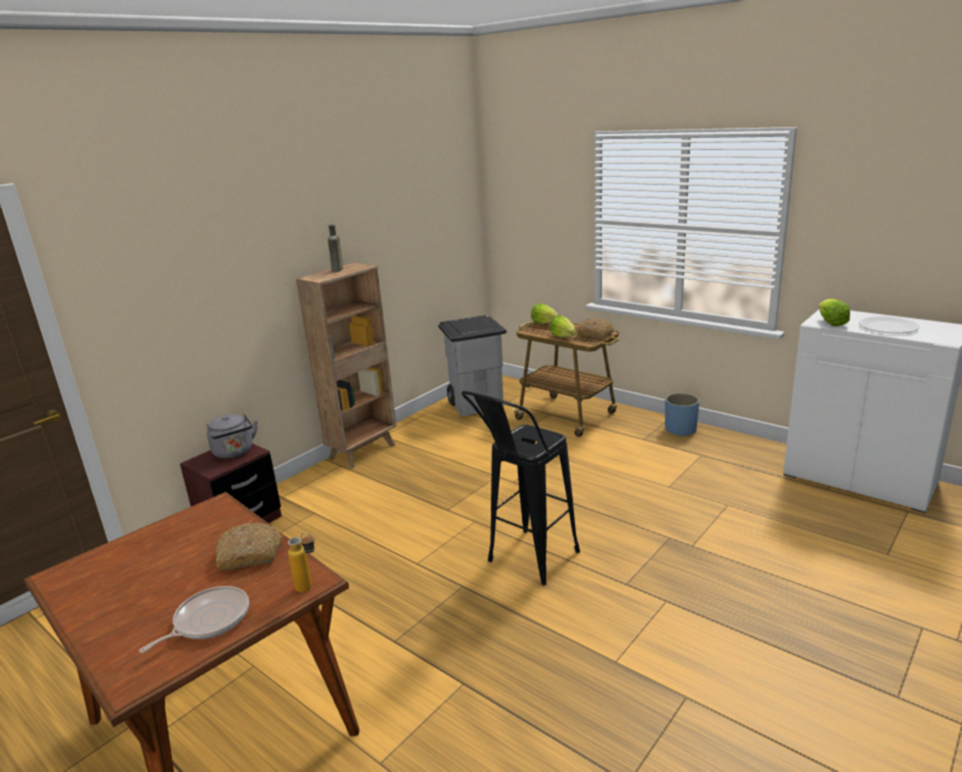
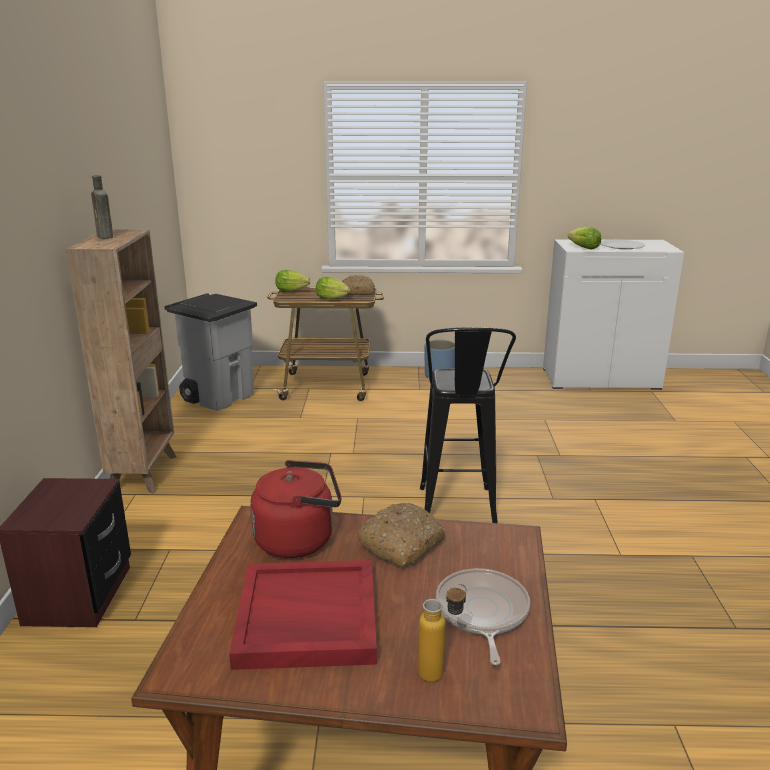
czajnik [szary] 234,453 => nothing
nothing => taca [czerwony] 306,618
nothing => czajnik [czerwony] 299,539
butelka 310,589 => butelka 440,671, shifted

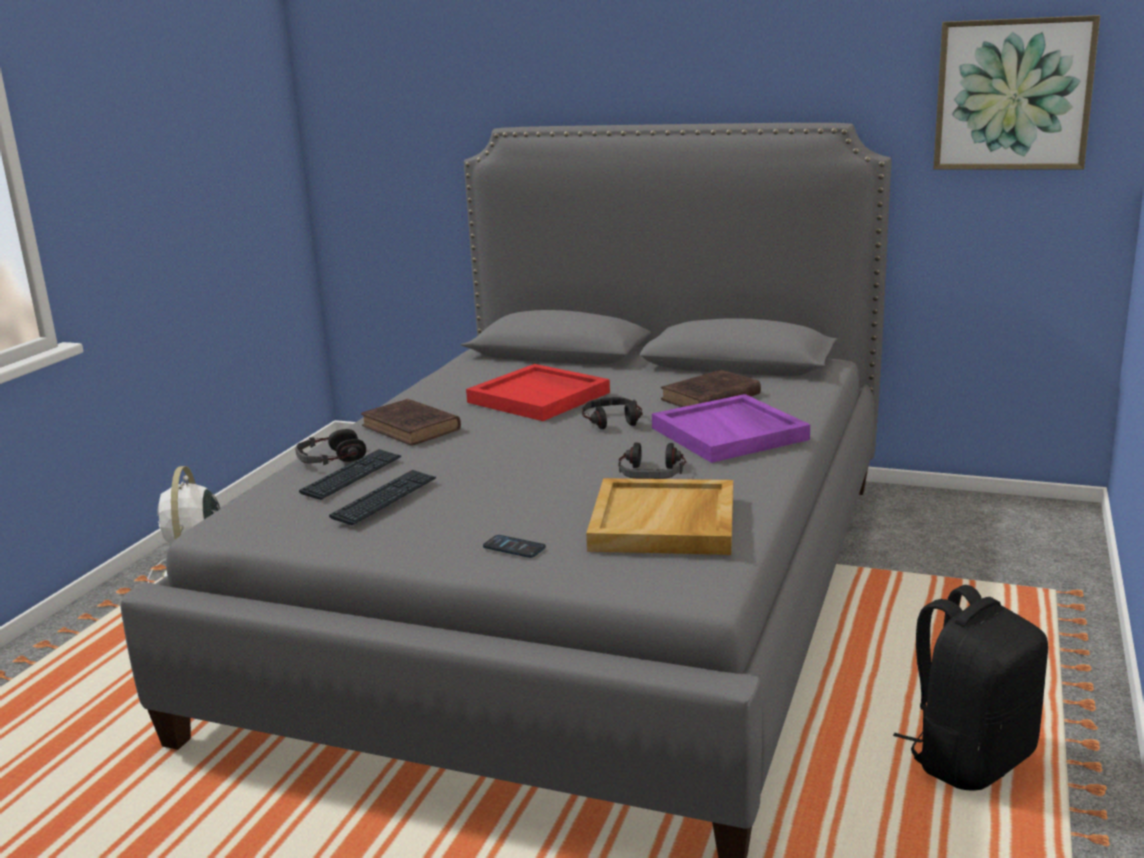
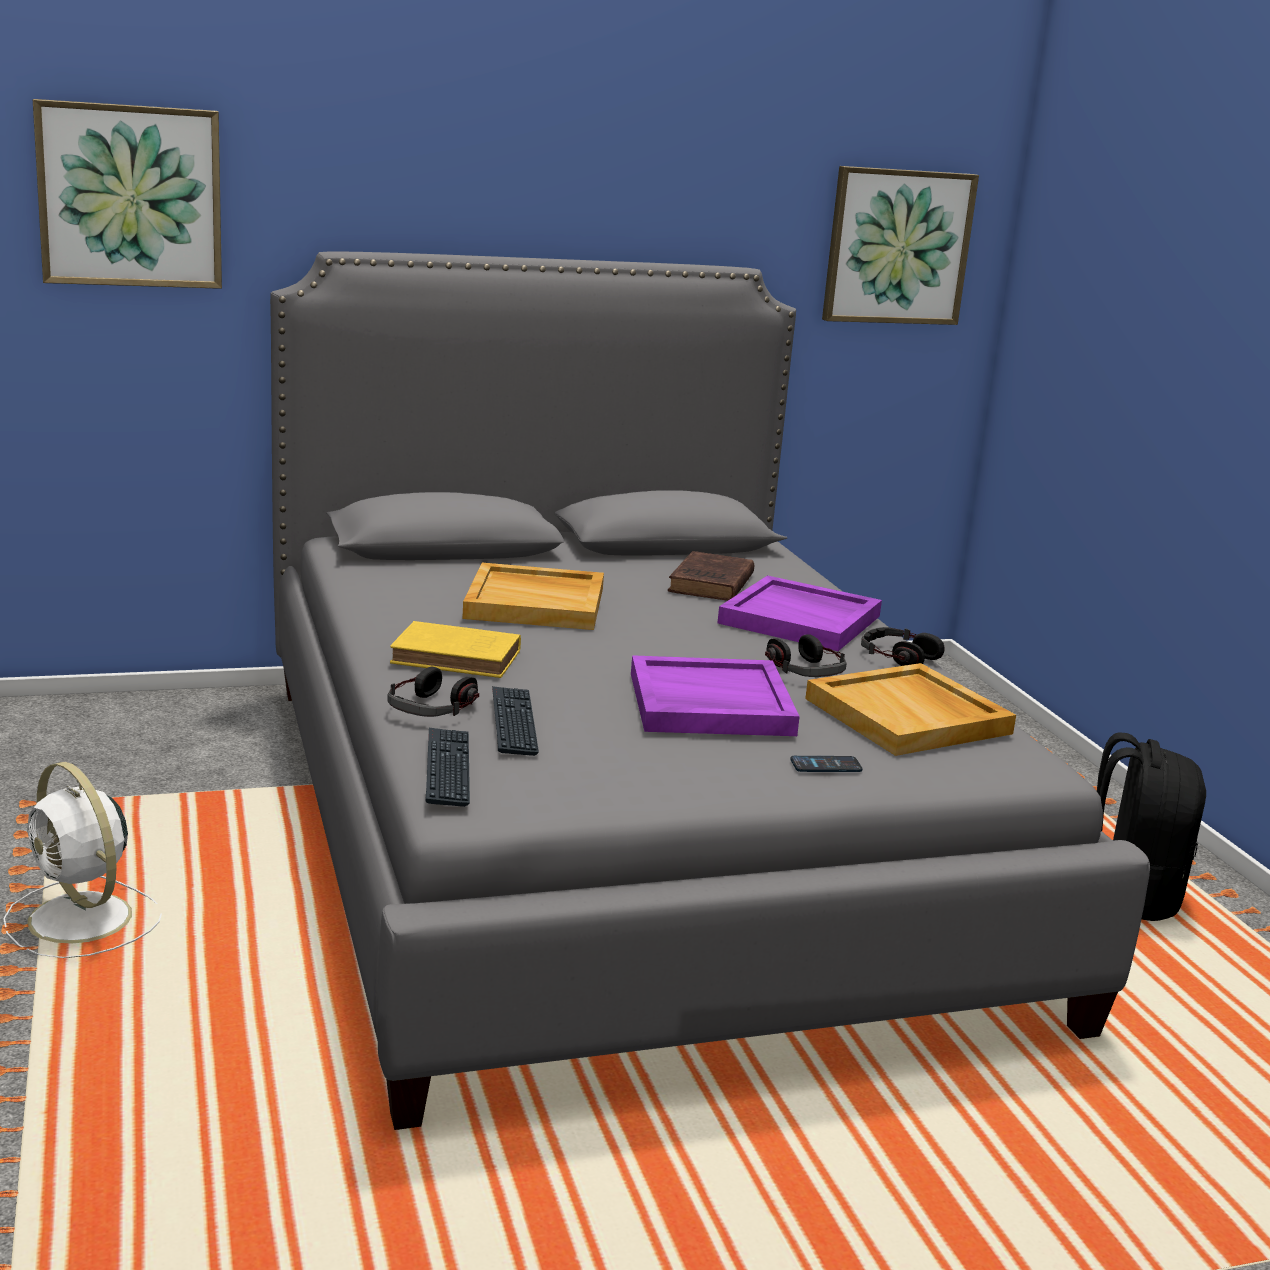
nothing => obraz 130,196
nothing => taca [fioletowy] 709,704
klawiatura 385,499 => klawiatura 447,768, shifted
słuchawki 611,420 => słuchawki 898,656, shifted
książka [brązowy] 412,428 => książka [żółty] 459,658
taca [czerwony] 540,397 => taca [beżowy] 536,603

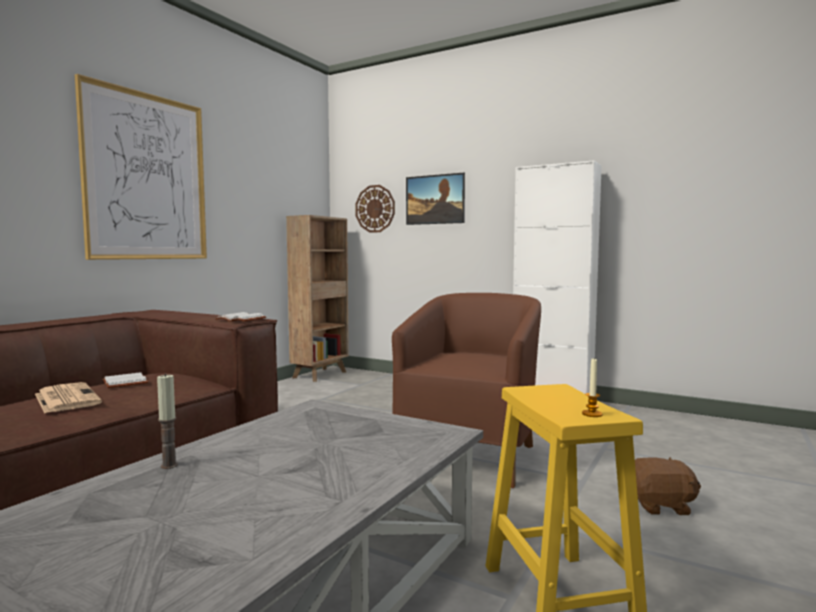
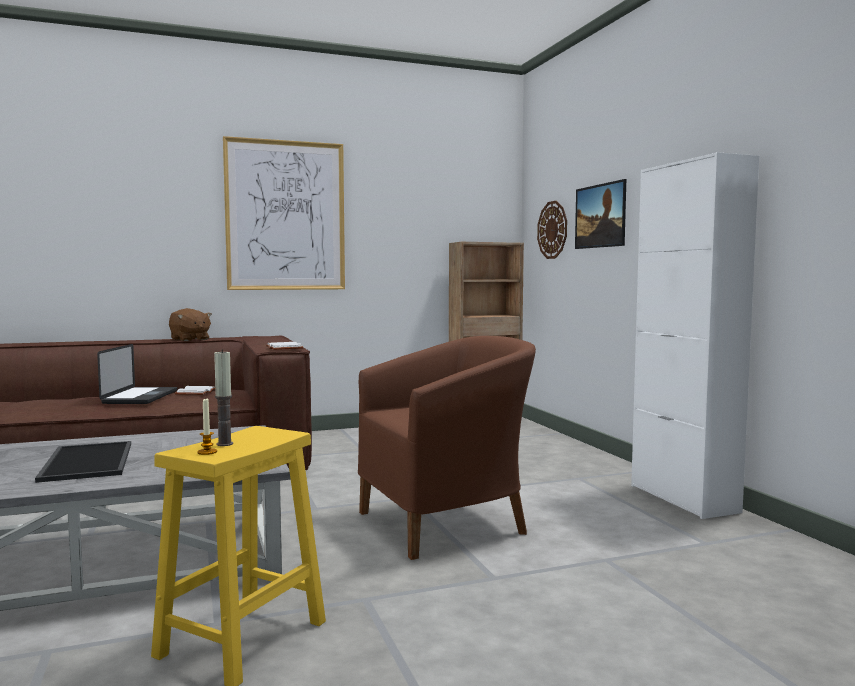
nothing => taca 86,461
świeca 169,465 => świeca 225,444, shifted
pluszak [brązowy] 660,506 => pluszak [brązowy] 189,339, shifted
gazeta 66,398 => laptop 140,397

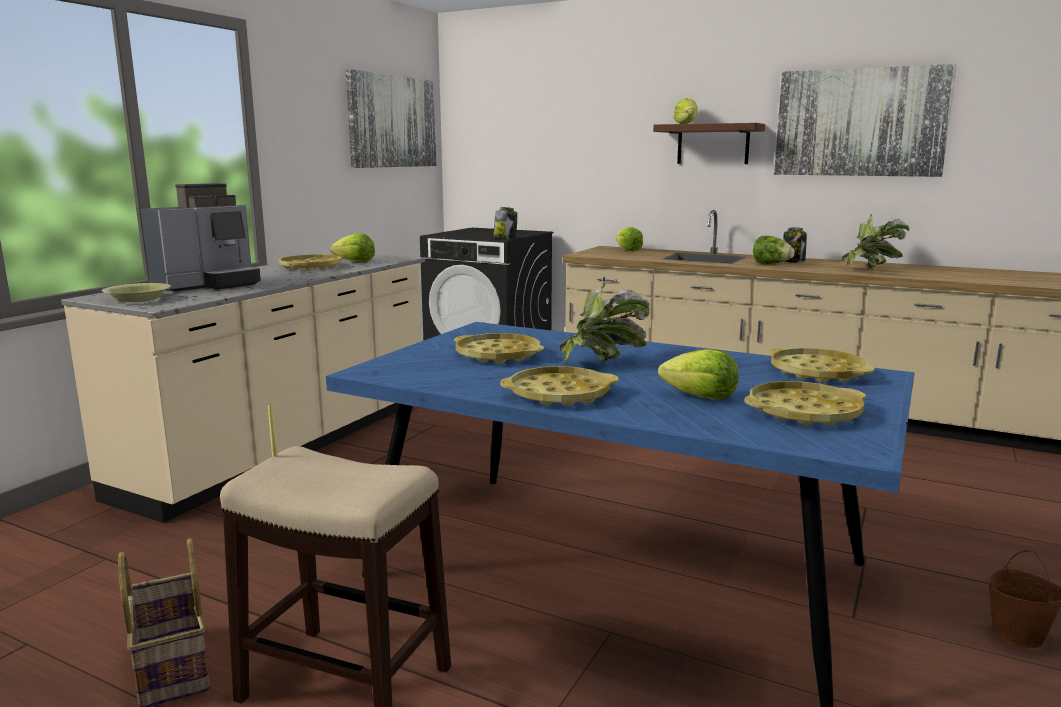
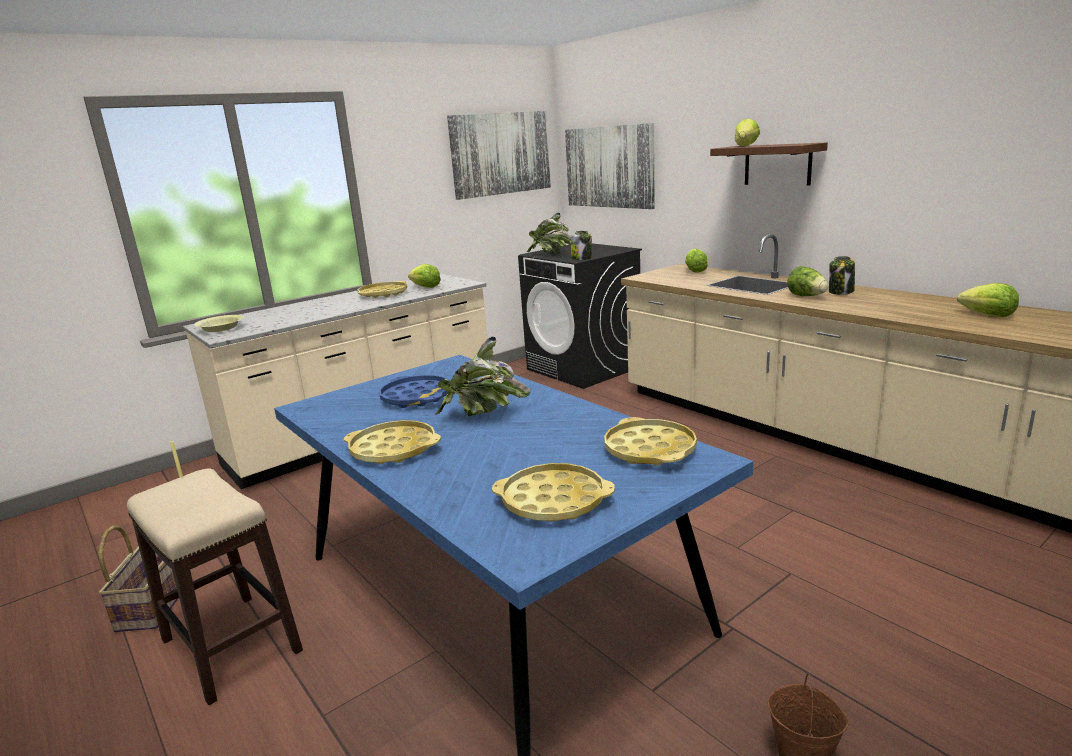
ekspres do kawy 208,285 => nothing
sałata 700,397 => sałata 988,315, shifted
obraz 860,122 => obraz 609,167, shifted
roślina doniczkowa 872,269 => roślina doniczkowa 551,254, shifted
taca [żółty] 498,355 => taca [niebieski] 416,397

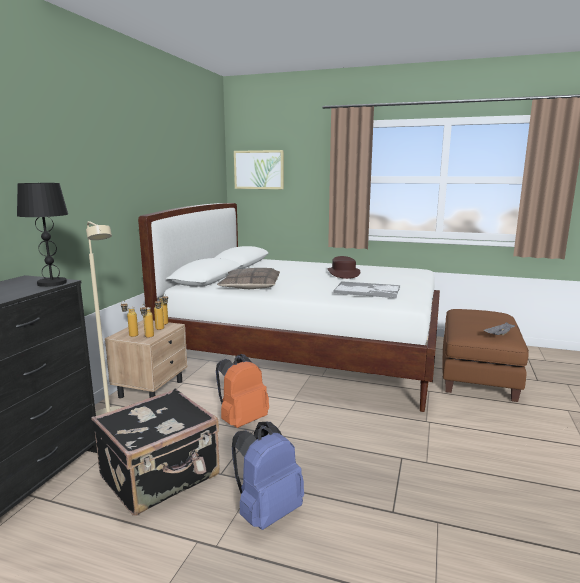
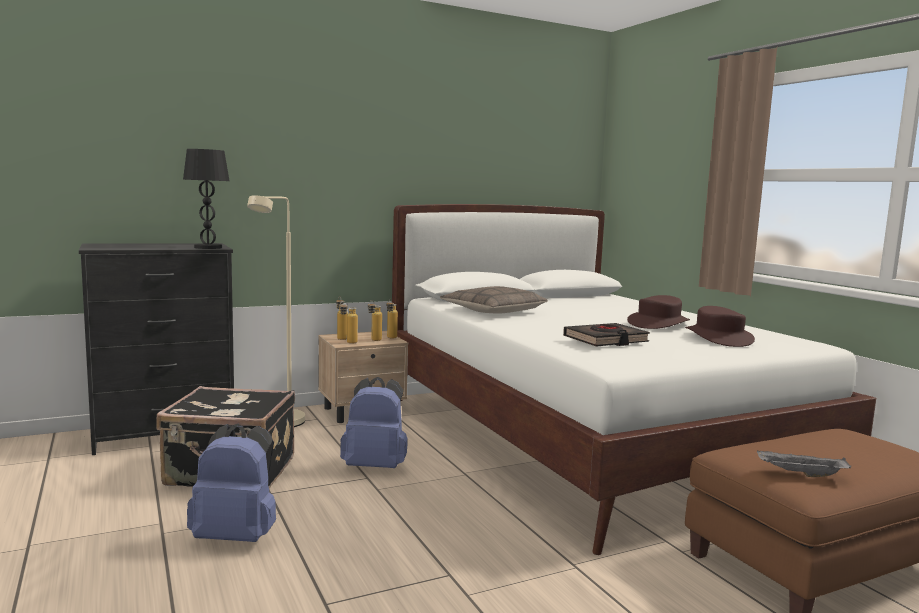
obraz 259,170 => nothing
nothing => kapelusz [brązowy] 718,338
taca 368,291 => książka [czarny] 605,340
plecak [pomarańczowy] 242,420 => plecak [niebieski] 375,466

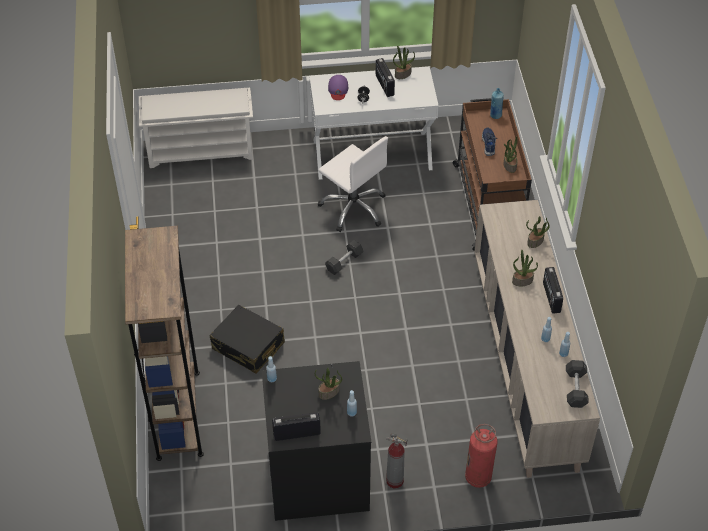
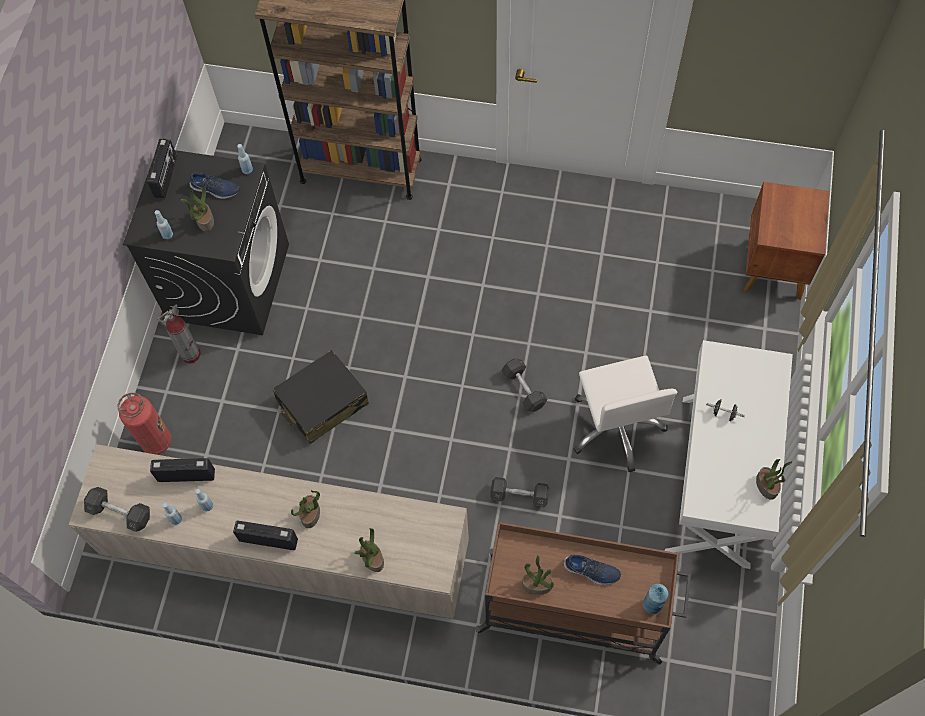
czapka z daszkiem [fioletowy] 338,89 => nothing
nothing => but [niebieski] 215,189
nothing => hantel [szary] 519,495
walizka [czarny] 248,346 => walizka [czarny] 322,403, shifted
radio 384,85 => radio 186,475, shifted
regał na buty [biały] 201,150 => szafka nocna [brązowy] 773,268
krzesło biurowe [biały] 354,208 => krzesło biurowe [biały] 616,427, 75 degrees counterclockwise

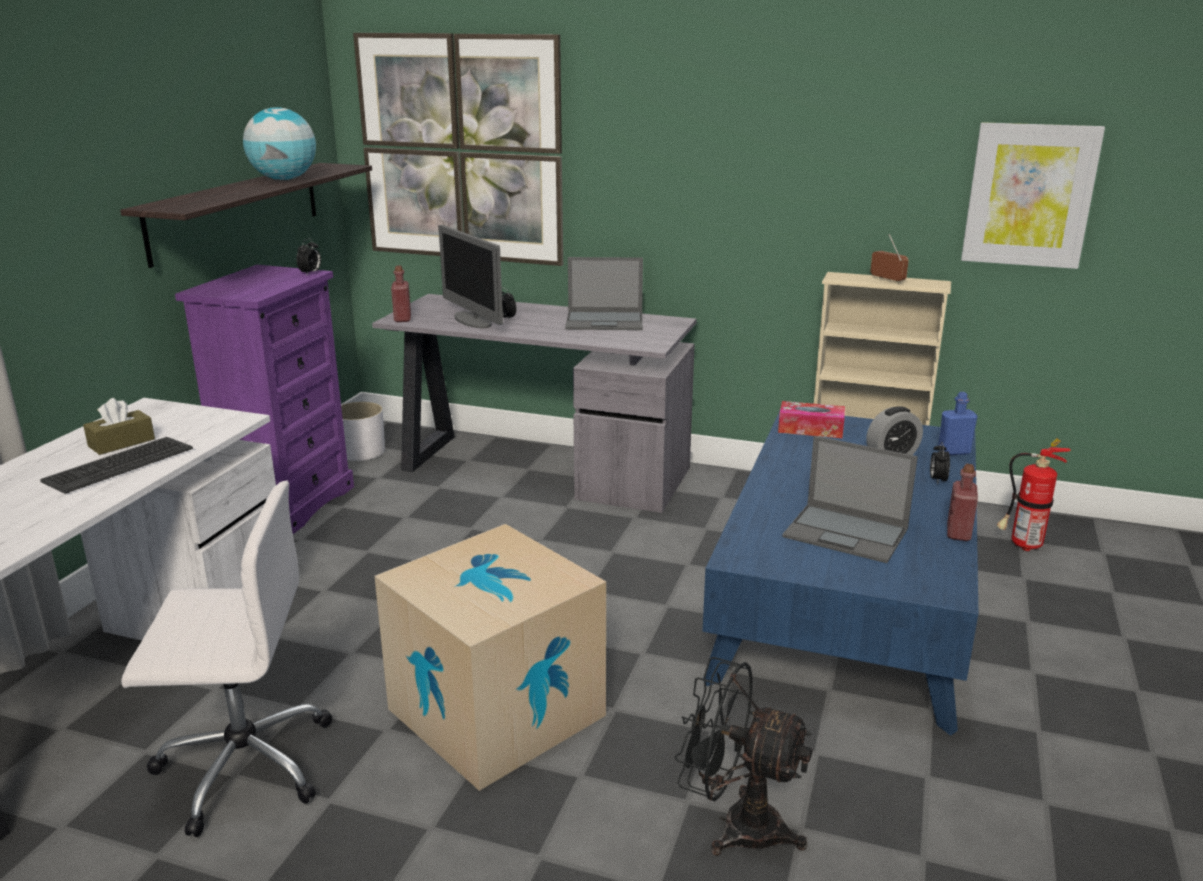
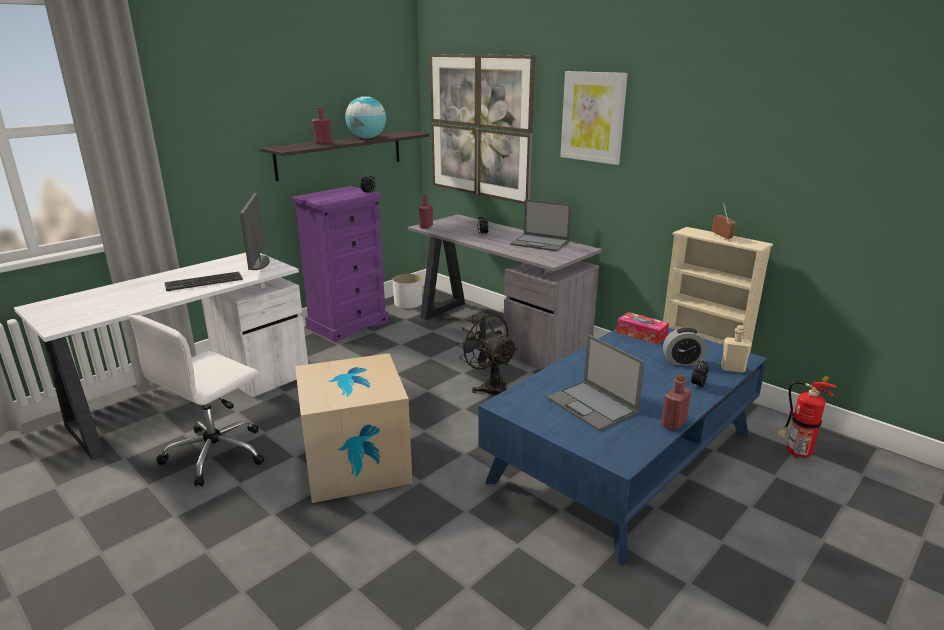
pudełko chusteczek [brązowy] 121,443 => nothing
nothing => butelka [czerwony] 323,143
monitor 473,321 => monitor 258,263, shifted
wentylator [czarny] 736,824 => wentylator [czarny] 489,387, shifted
obraz 1029,195 => obraz 593,117, shifted
butelka [niebieski] 954,451 => butelka [beżowy] 732,369
krzesło biurowe [biały] 242,764 => krzesło biurowe [biały] 217,453, 105 degrees clockwise

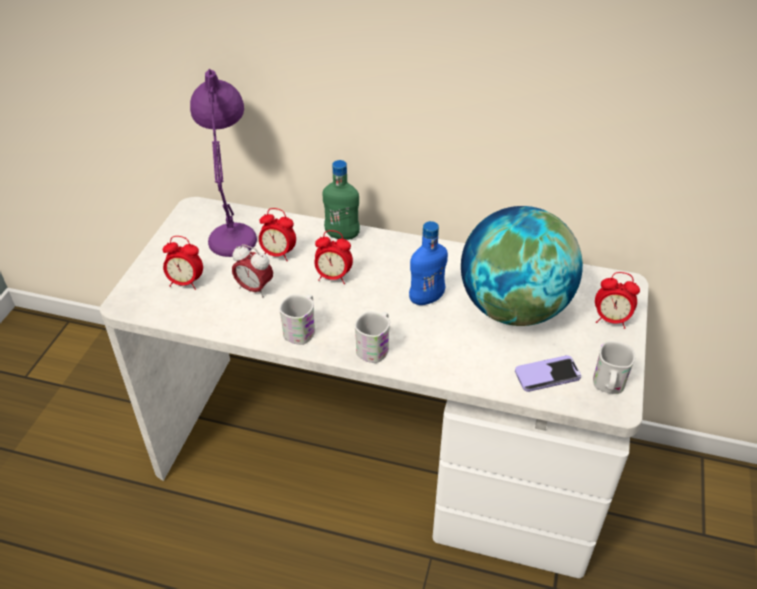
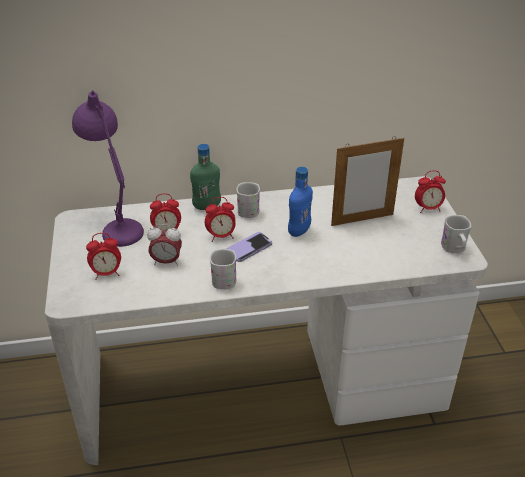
kubek [biały] 375,347 => kubek [biały] 248,209, shifted
telefon 547,375 => telefon 249,248, shifted
globus 514,308 => ramka na zdjęcie 362,220

